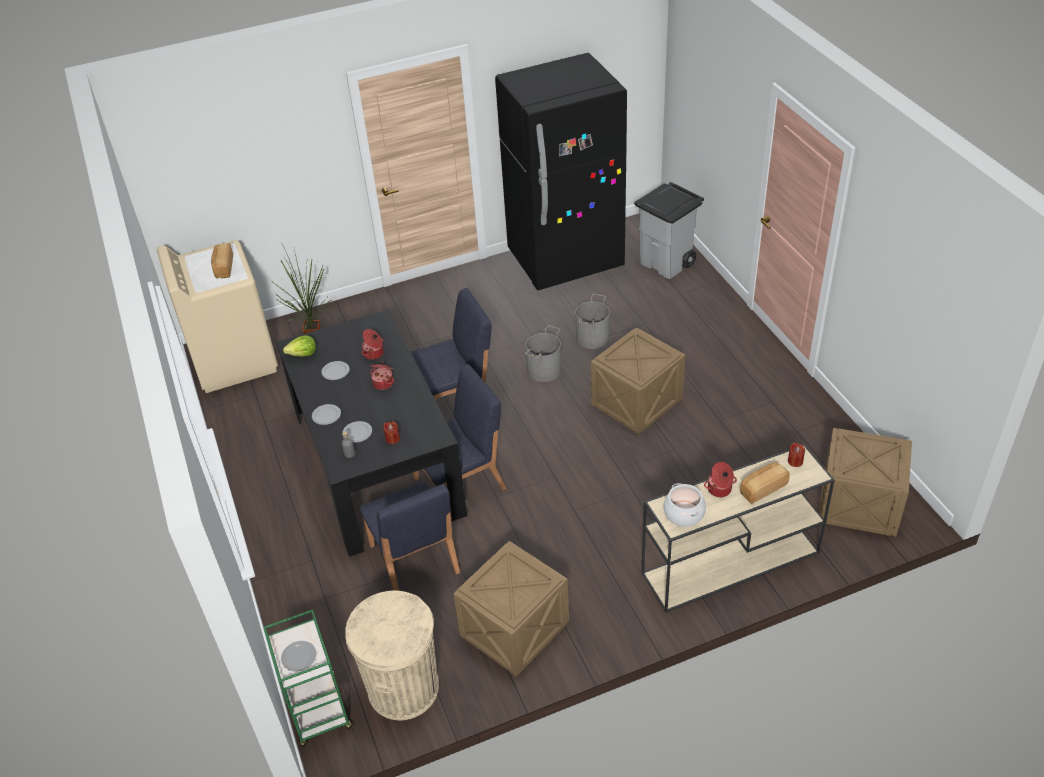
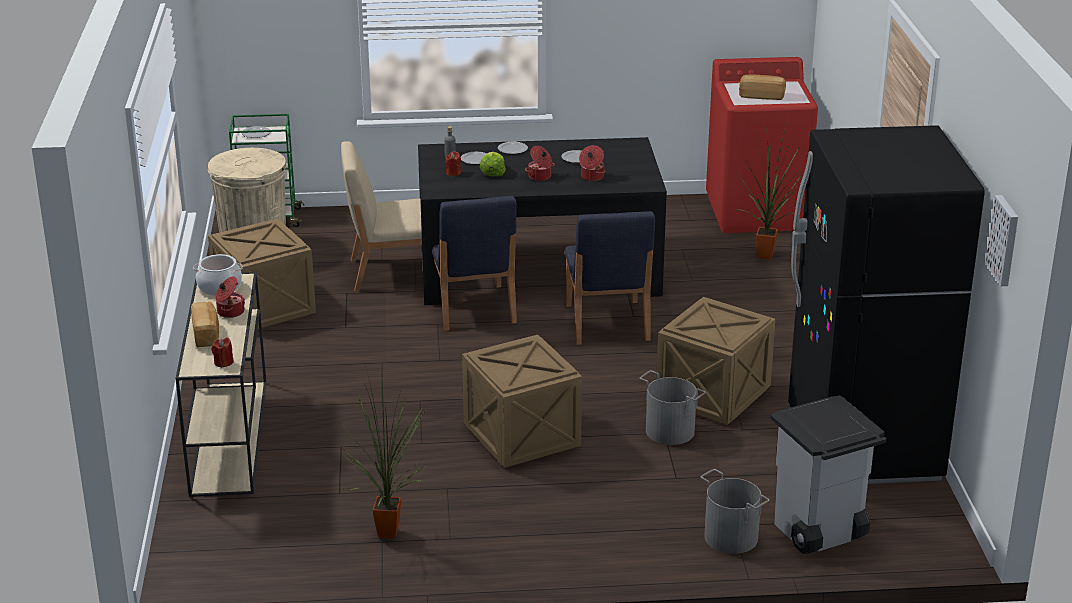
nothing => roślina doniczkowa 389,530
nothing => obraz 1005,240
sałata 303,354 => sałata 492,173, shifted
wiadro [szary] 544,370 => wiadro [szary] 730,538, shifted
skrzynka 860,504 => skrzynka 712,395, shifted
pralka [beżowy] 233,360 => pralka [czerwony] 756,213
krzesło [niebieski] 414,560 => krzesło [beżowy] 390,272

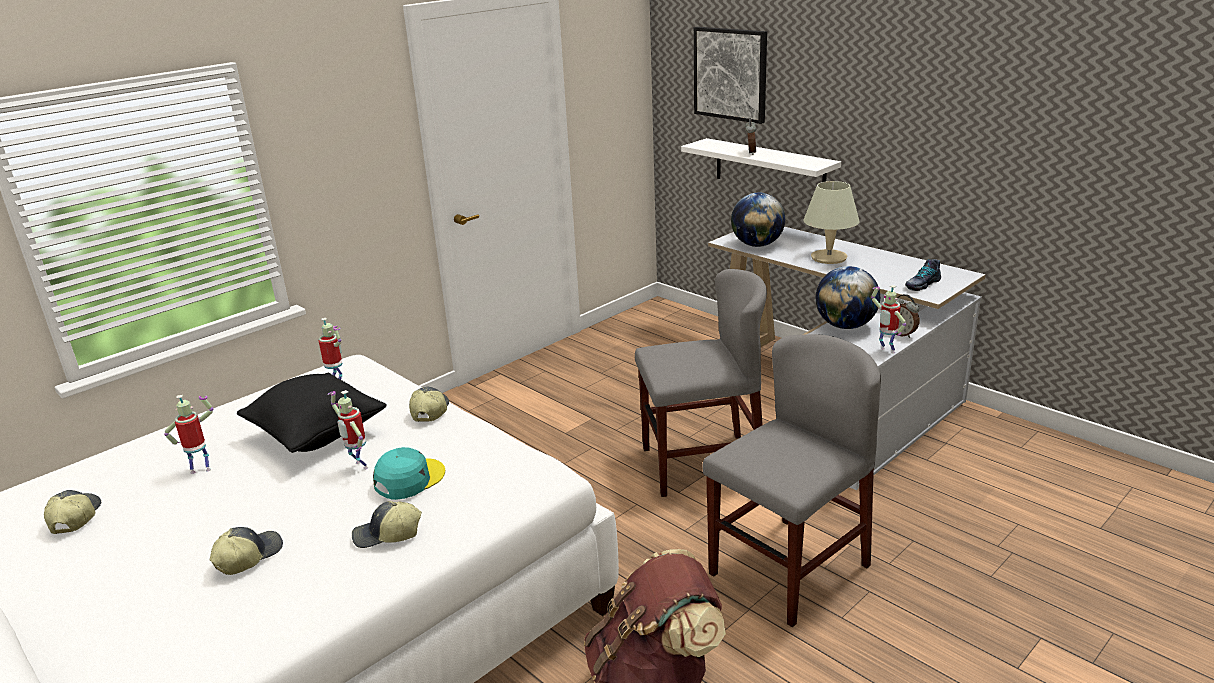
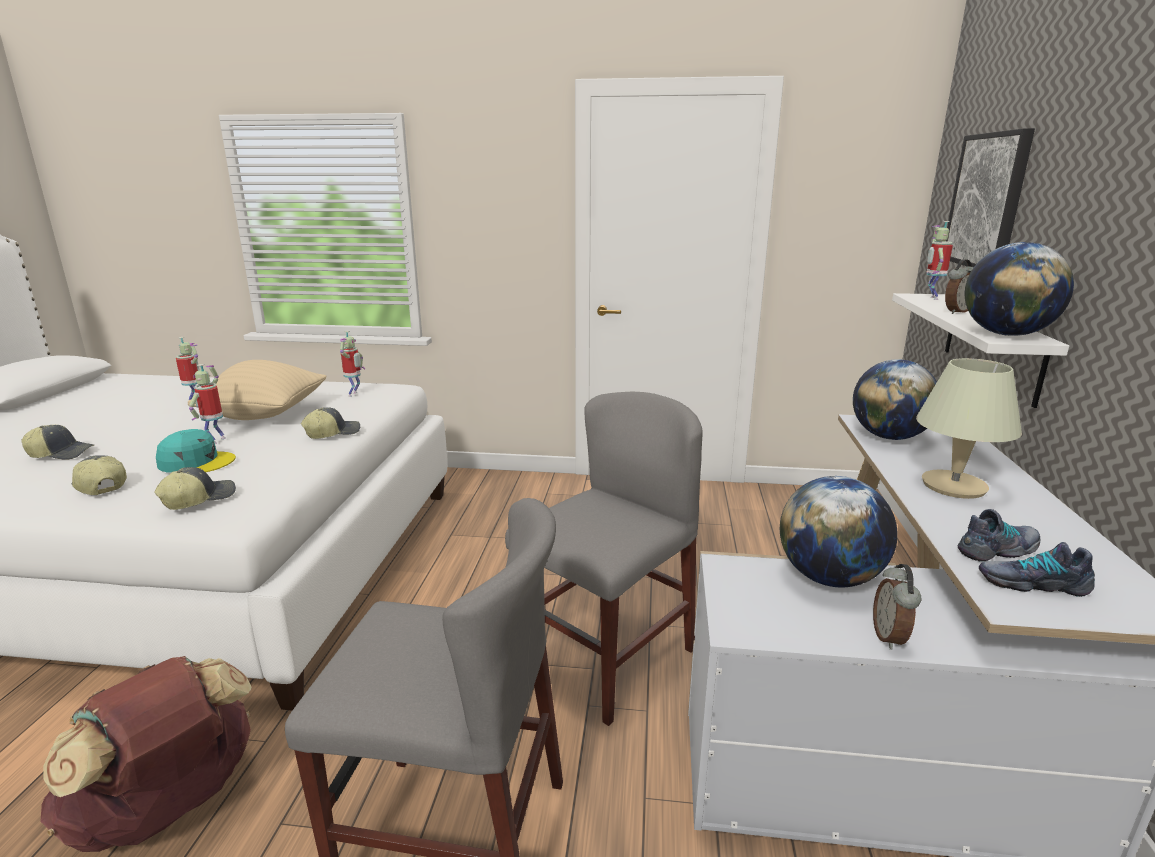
nothing => but 999,550
nothing => globus 1006,334
czapka z daszkiem 74,518 => czapka z daszkiem 198,499, shifted
robot zabawkowy 886,351 => robot zabawkowy 931,298, shifted
poduszka [czarny] 317,436 => poduszka [beżowy] 265,415
krzesło [szary] 702,465 => krzesło [szary] 606,657, 90 degrees counterclockwise

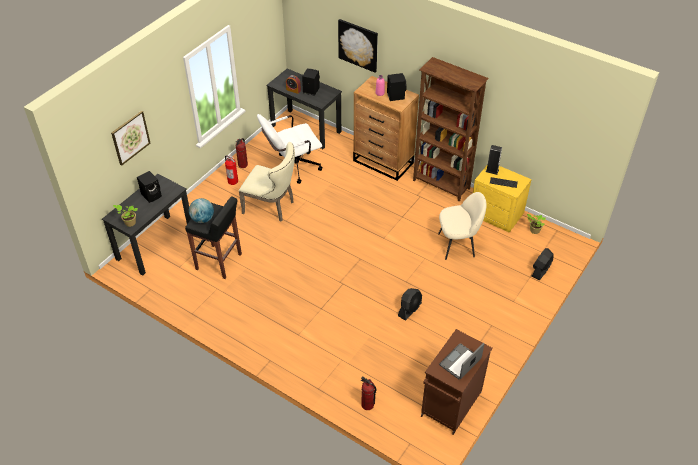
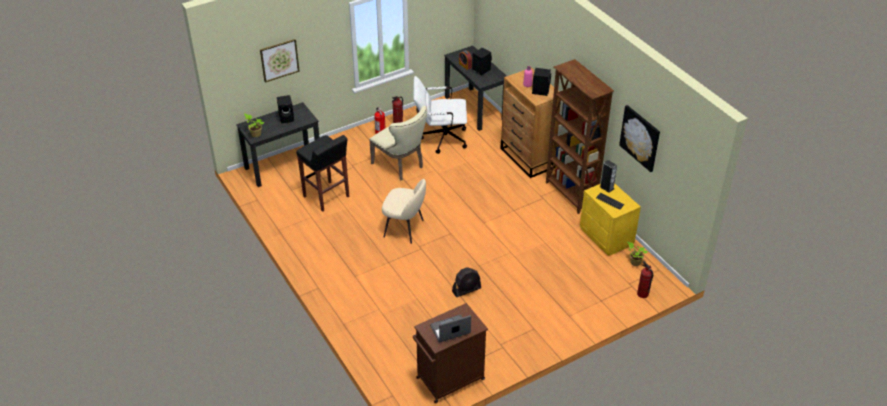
globus 202,219 => nothing
wentylator [czarny] 541,270 => nothing
obraz 358,45 => obraz 640,138, shifted
gaśnica 367,405 => gaśnica 642,294, shifted
krzesło [beżowy] 457,245 => krzesło [beżowy] 405,229, shifted

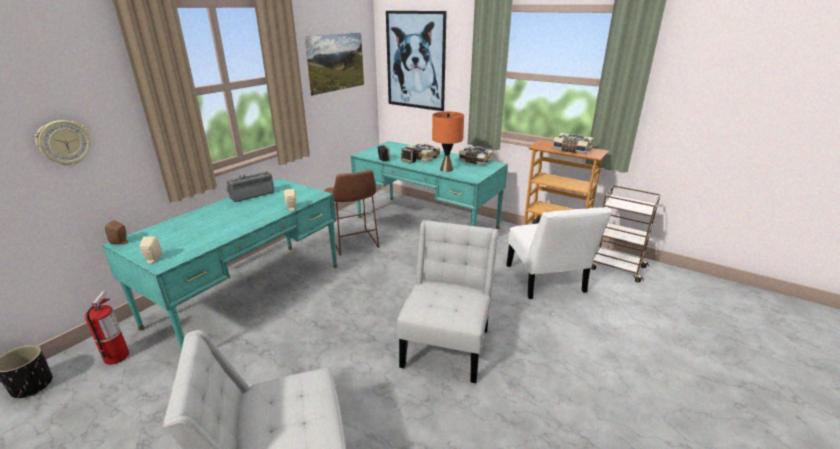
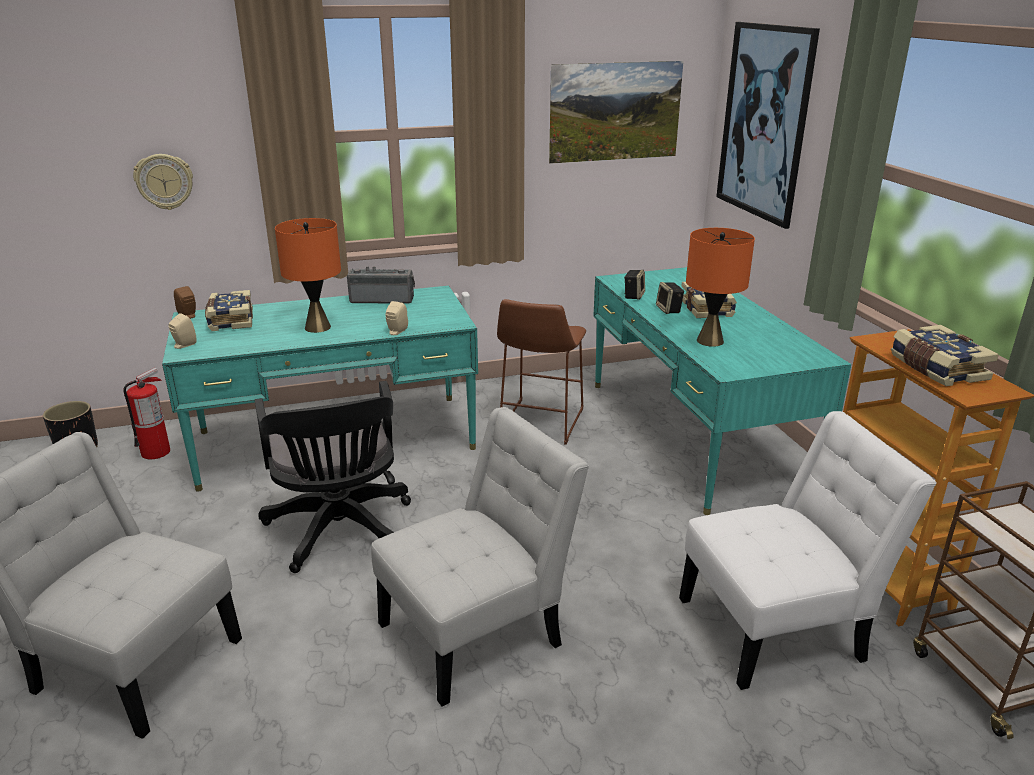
nothing => krzesło biurowe [czarny] 340,532
nothing => lampa stołowa [pomarańczowy] 317,327
książka 475,161 => książka 230,320, shifted
krzesło [biały] 546,281 => krzesło [biały] 779,627, 135 degrees counterclockwise

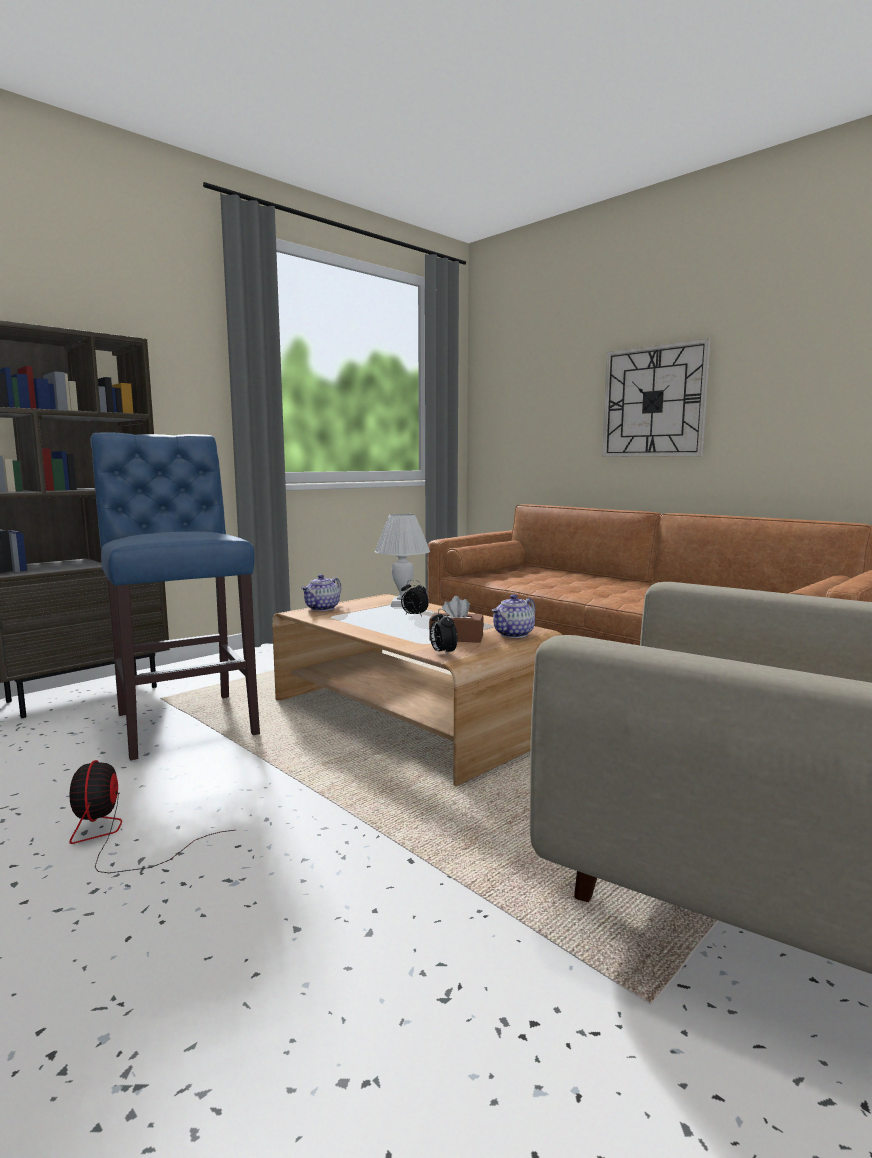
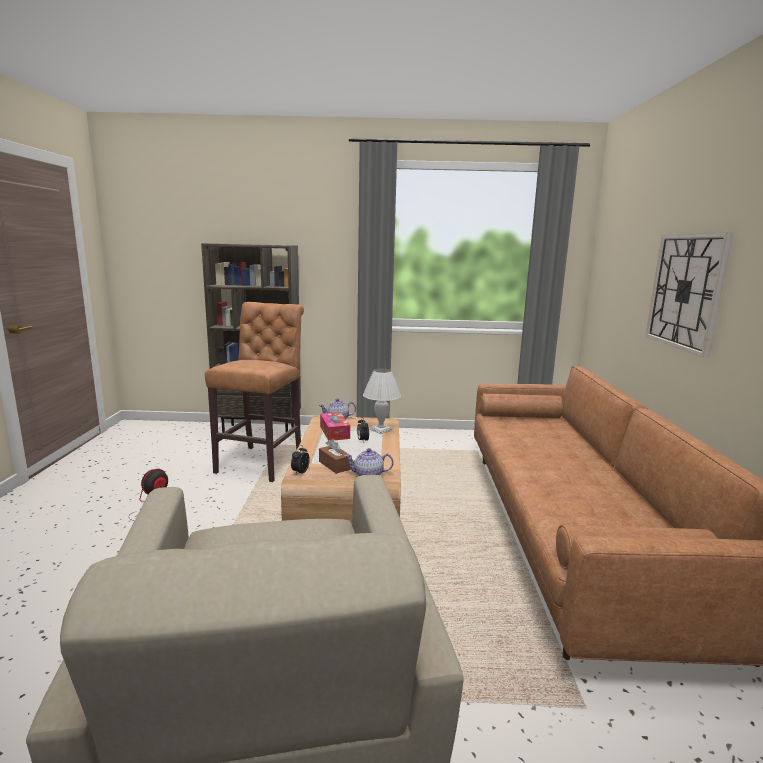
nothing => pudełko chusteczek 334,432
stołek [niebieski] 184,721 => stołek [brązowy] 263,461

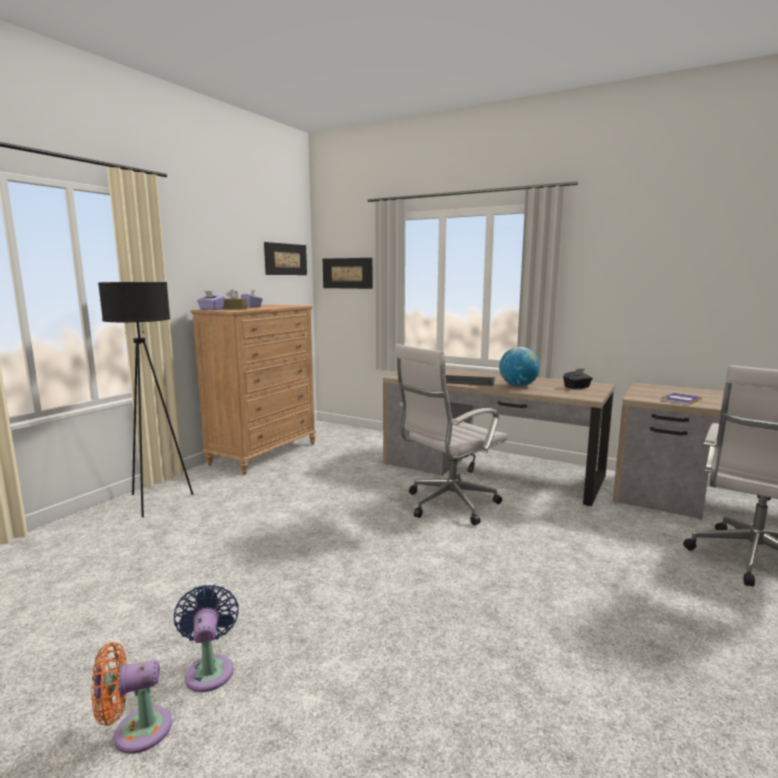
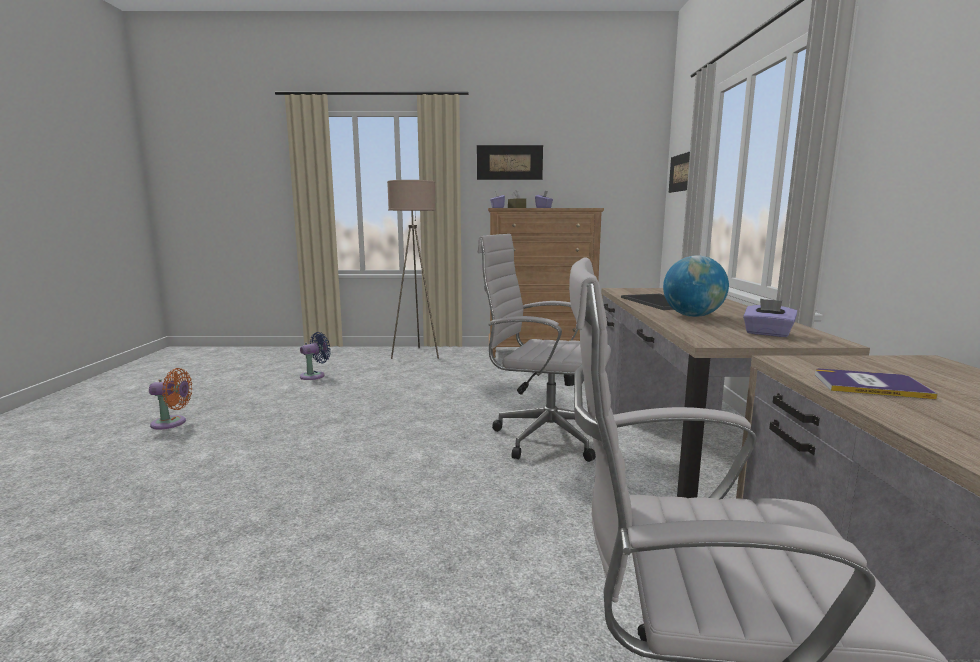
wentylator [niebieski] 210,669 => wentylator [niebieski] 315,375, shifted
obraz 286,259 => obraz 509,162, shifted
lampa stojąca [czarny] 156,501 => lampa stojąca [beżowy] 416,355
pudełko chusteczek [czarny] 577,387 => pudełko chusteczek [fioletowy] 767,333
wentylator [pomarańczowy] 136,731 => wentylator [pomarańczowy] 172,423, 135 degrees clockwise

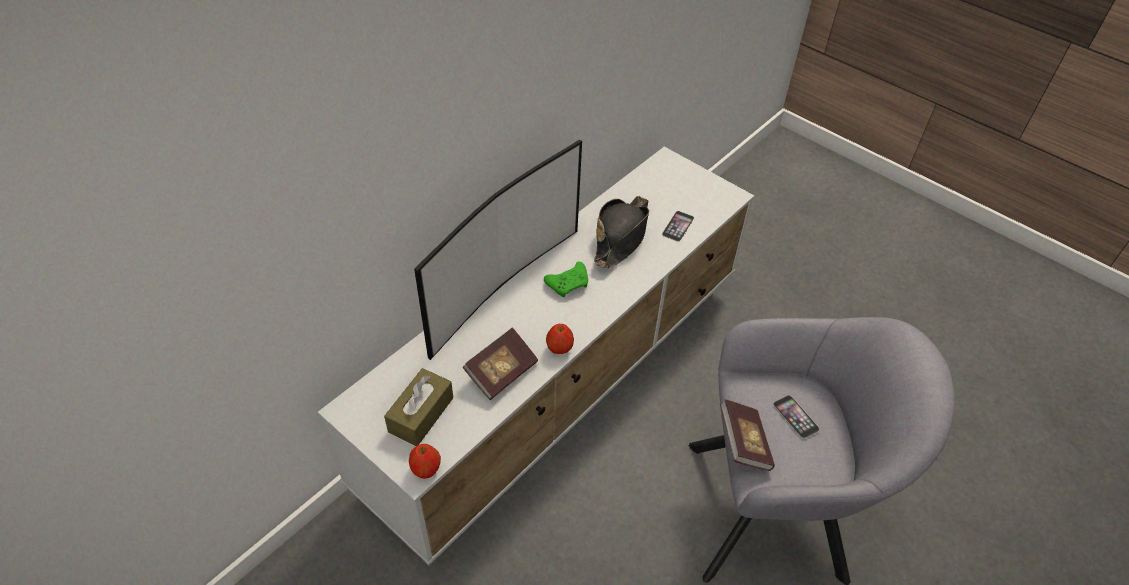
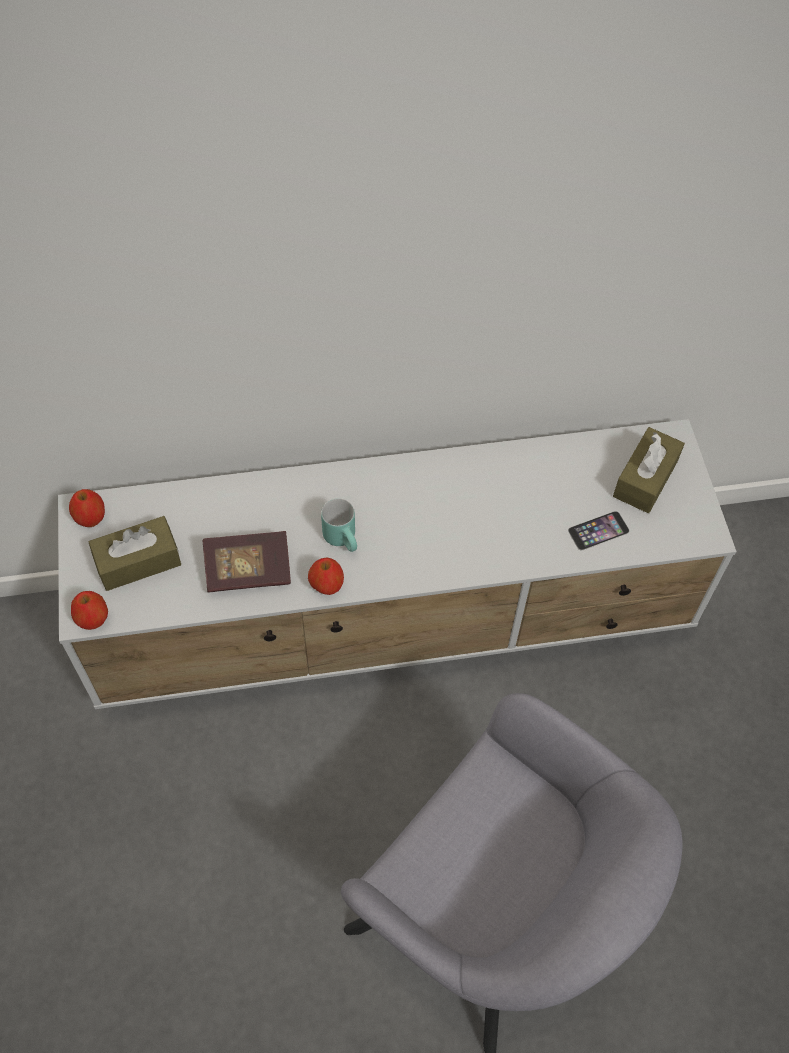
telewizor 501,286 => nothing
pad do gier [zielony] 569,284 => nothing
kapelusz [czarny] 621,236 => nothing
książka 743,443 => nothing
telefon 795,416 => nothing
nothing => jabłko 91,518
nothing => kubek [turkusowy] 344,539
nothing => pudełko chusteczek [brązowy] 645,479

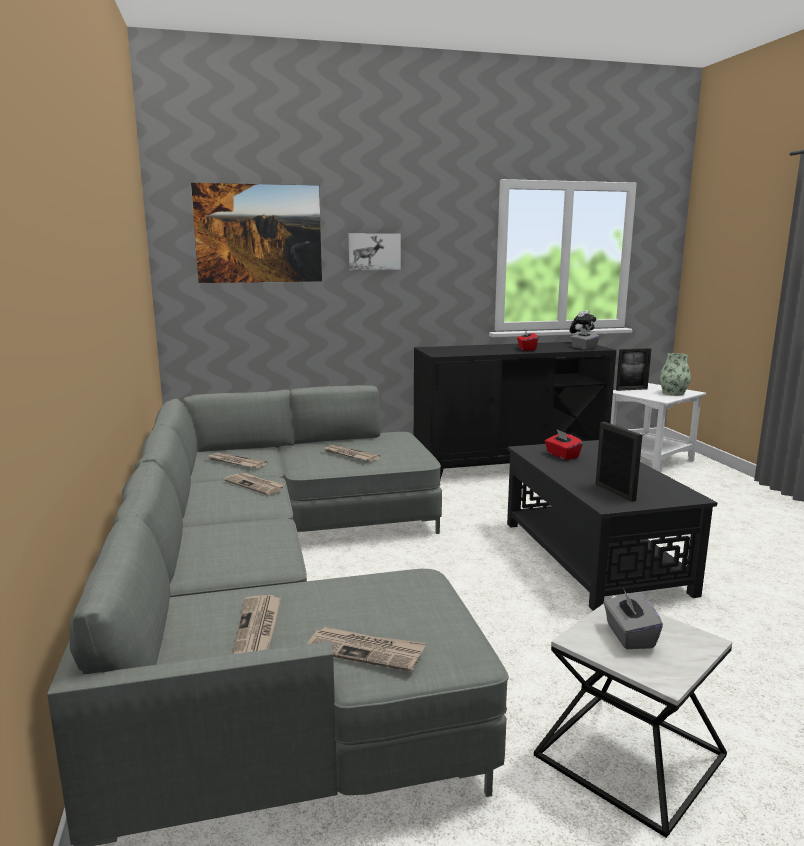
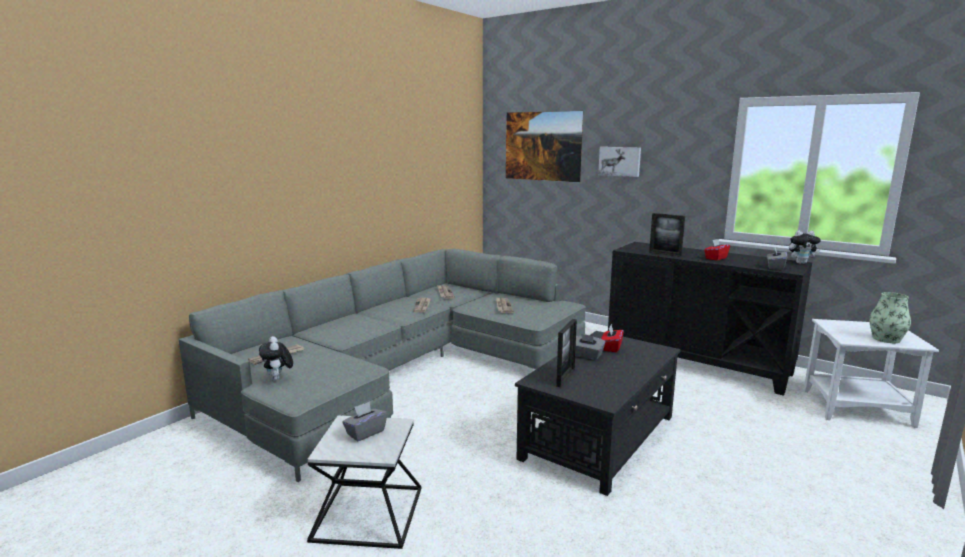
nothing => pudełko chusteczek [szary] 587,356
ramka na zdjęcie 631,389 => ramka na zdjęcie 665,254, shifted
gazeta 365,651 => pluszak 278,379

